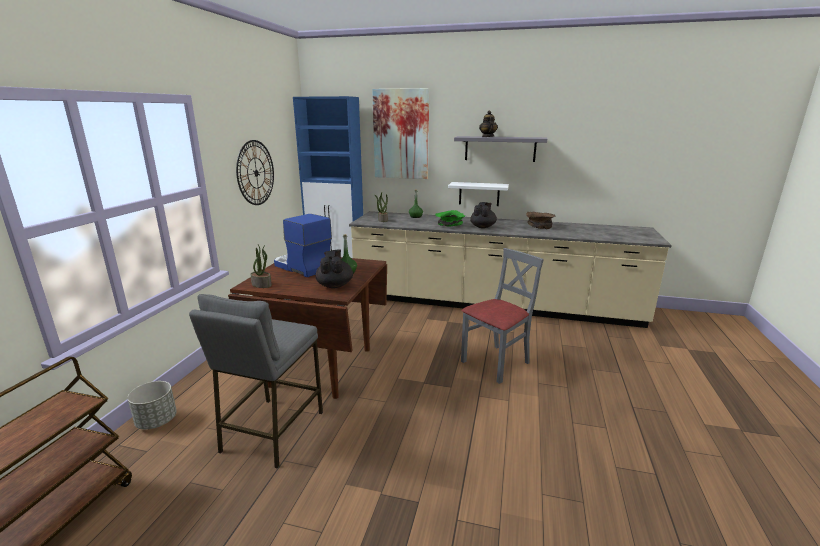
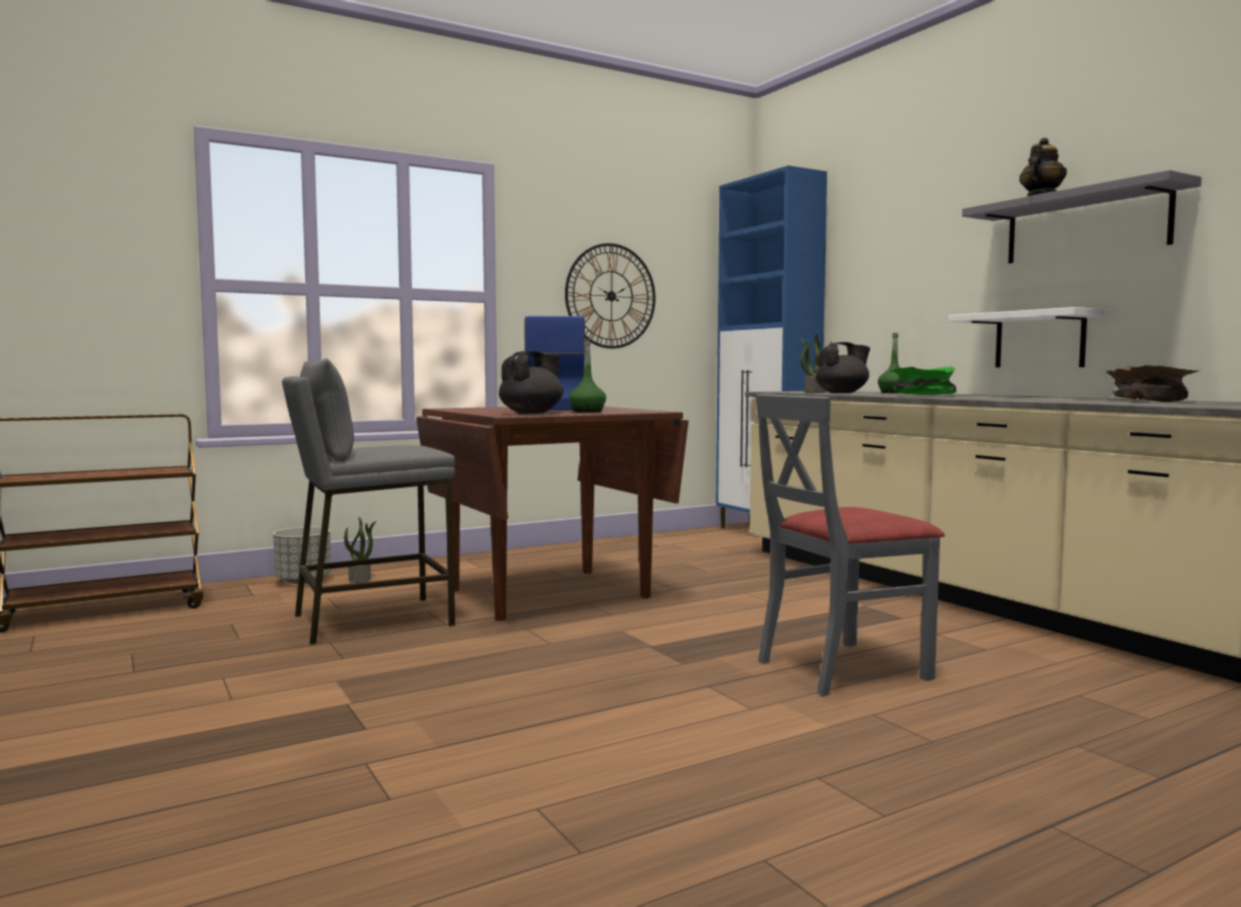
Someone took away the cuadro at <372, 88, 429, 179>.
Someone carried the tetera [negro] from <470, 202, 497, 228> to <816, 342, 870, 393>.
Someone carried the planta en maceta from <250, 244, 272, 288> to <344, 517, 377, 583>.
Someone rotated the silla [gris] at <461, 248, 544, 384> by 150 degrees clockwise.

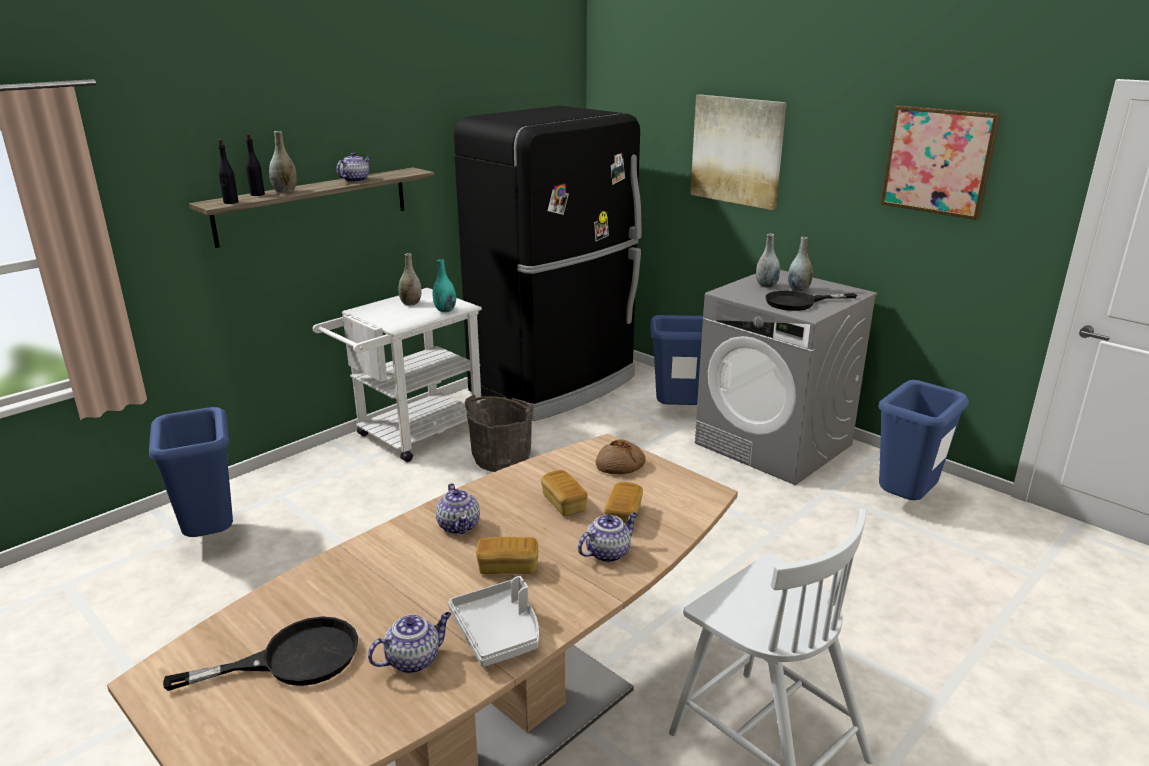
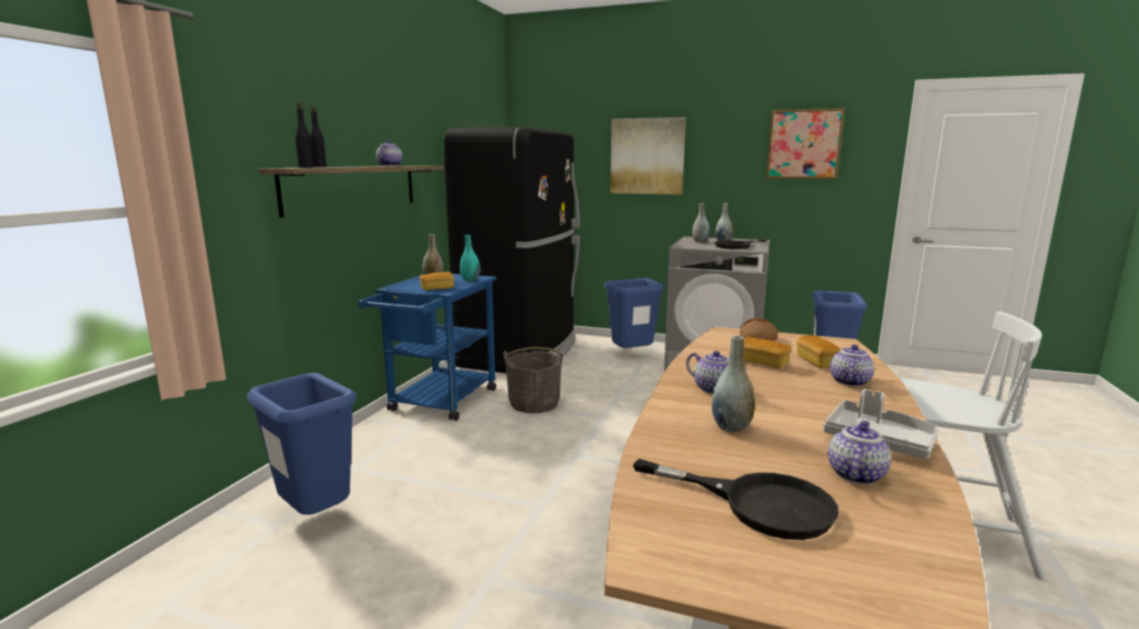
Someone carried the florero [gris] from <269, 131, 297, 193> to <712, 336, 755, 432>.
Someone repainted the carrito [blanco] at <313, 288, 482, 462>, which became the carrito [azul] at <359, 274, 497, 421>.
Someone carried the pan from <476, 537, 538, 574> to <420, 272, 454, 290>.
Someone rotated the sartén [negro] at <163, 616, 358, 691> by 75 degrees clockwise.

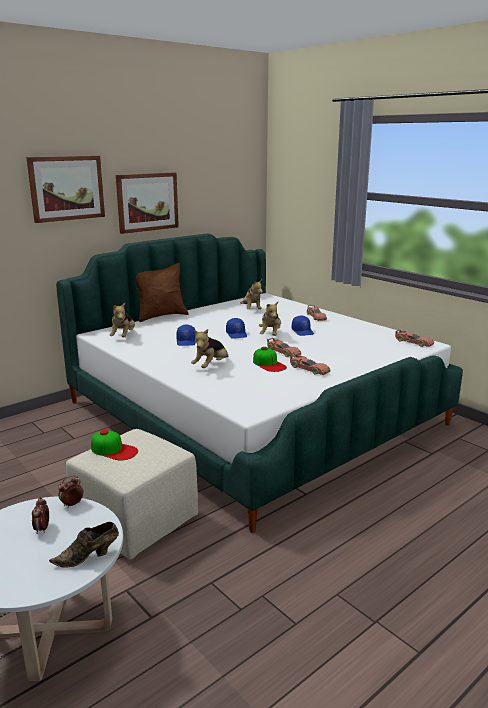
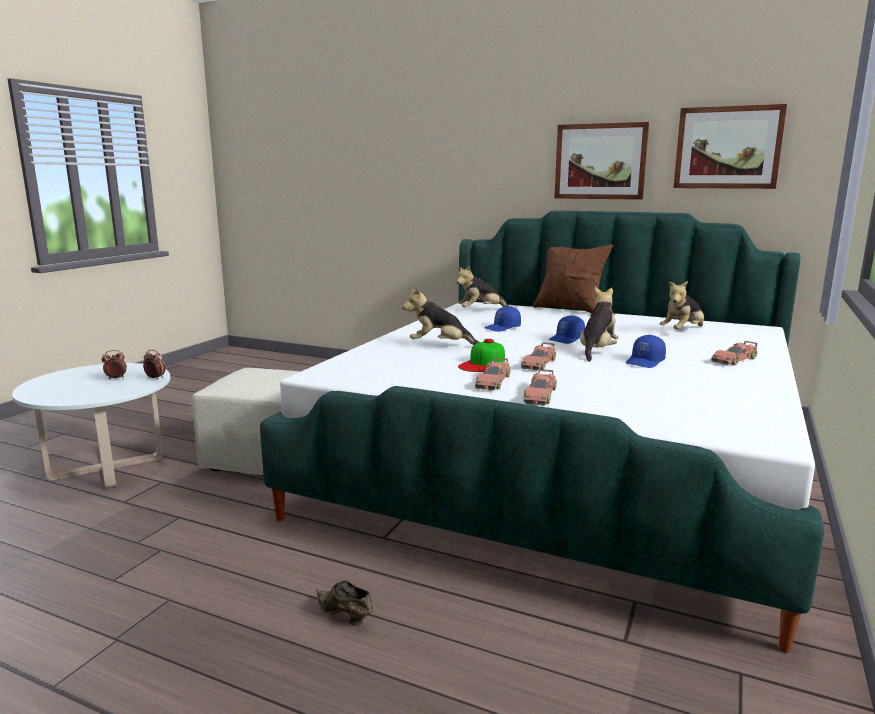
Someone carried the cuadro from <26, 156, 105, 223> to <674, 104, 787, 189>.
Someone rotated the peluche at <259, 302, 281, 336> by 135 degrees clockwise.
Someone carried the coche de juguete from <395, 330, 434, 347> to <524, 369, 557, 406>.
Someone took away the gorra at <91, 430, 138, 461>.
Someone carried the zapato [marrón] from <49, 522, 119, 568> to <316, 580, 373, 626>.

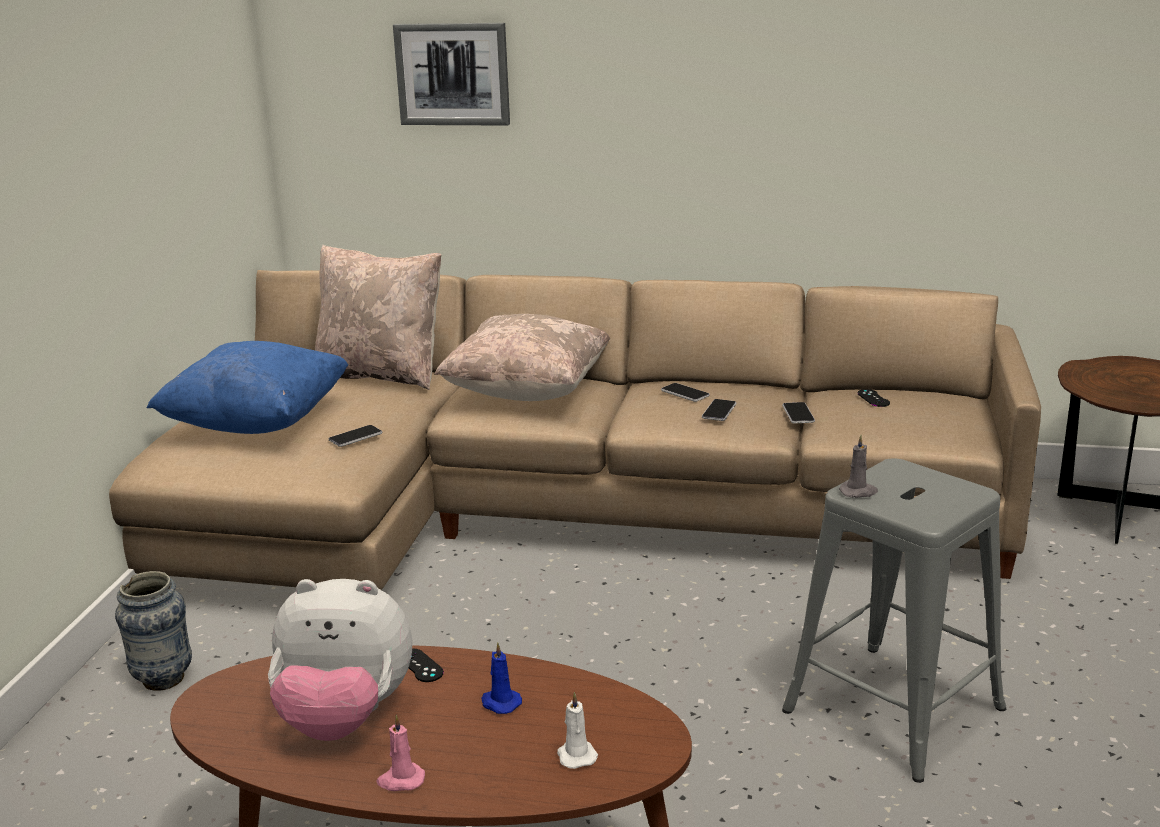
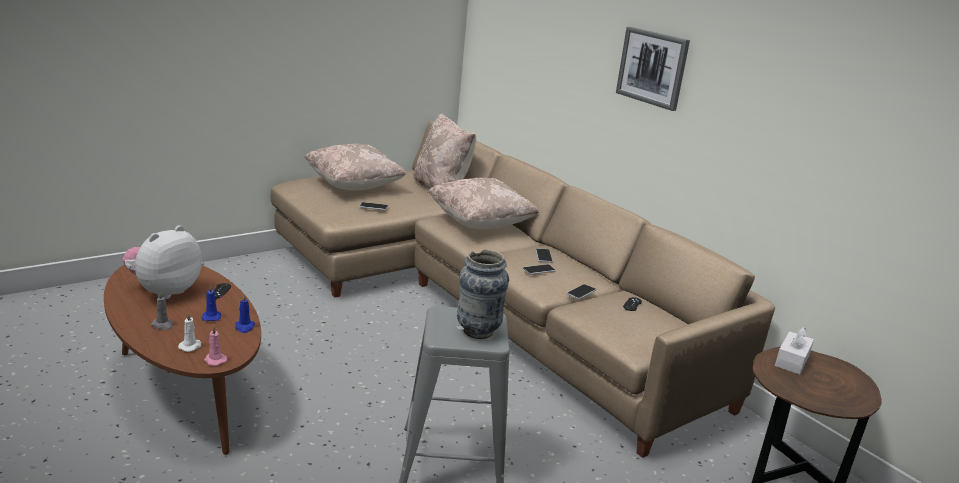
Someone carried the cuadro from <393, 23, 510, 125> to <616, 27, 690, 111>.
Someone repainted the cojín [azul] at <147, 341, 348, 434>, which became the cojín [beis] at <304, 144, 406, 190>.
Someone carried the vela [gris] from <839, 435, 878, 498> to <151, 292, 173, 330>.
Someone carried the florero from <115, 571, 192, 691> to <457, 250, 509, 339>.
Someone rotated the peluche at <268, 579, 412, 741> by 75 degrees clockwise.
Someone carried the vela [rosa] from <376, 715, 425, 791> to <204, 326, 227, 366>.
Someone put down the vela [azul] at <235, 294, 255, 333>.
Someone put down the caja de pañuelos [blanco] at <775, 327, 814, 375>.

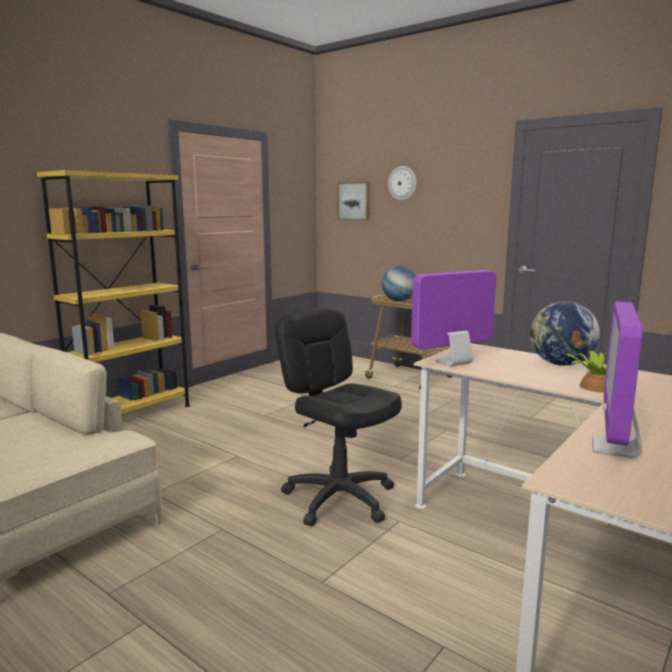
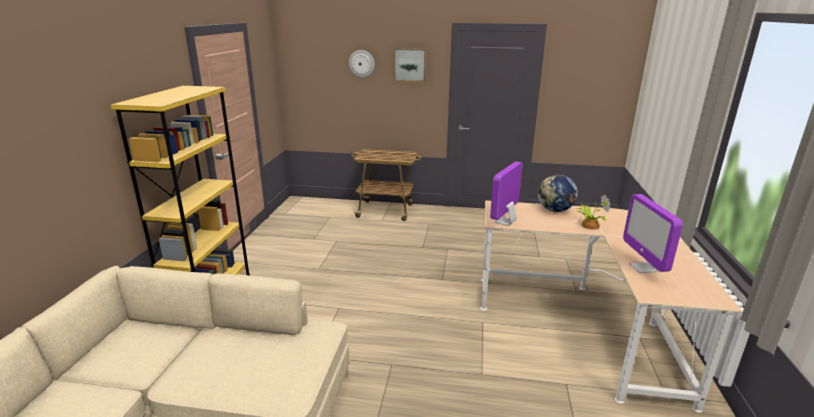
Someone carried the cuadro from <338, 182, 370, 220> to <394, 48, 426, 82>.
Someone took away the globo terráqueo at <382, 266, 416, 301>.
Someone took away the silla de oficina [negro] at <275, 308, 402, 526>.

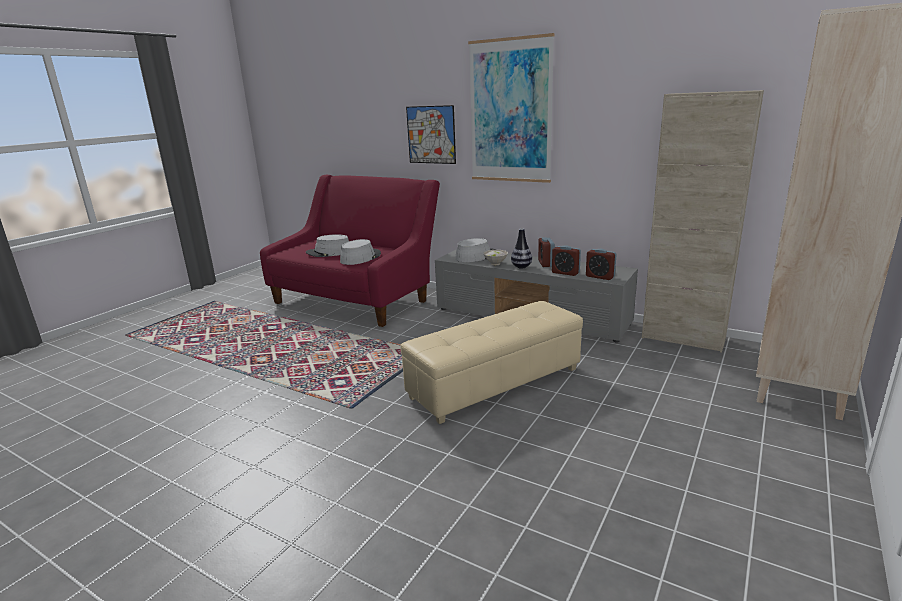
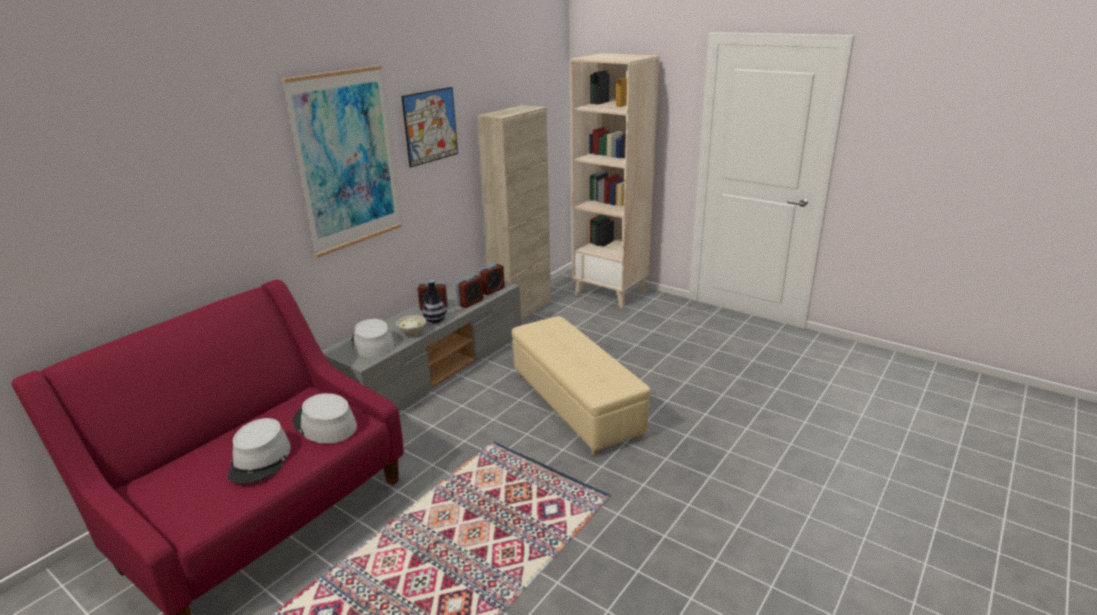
Someone carried the cuadro from <406, 105, 456, 164> to <401, 87, 458, 168>.

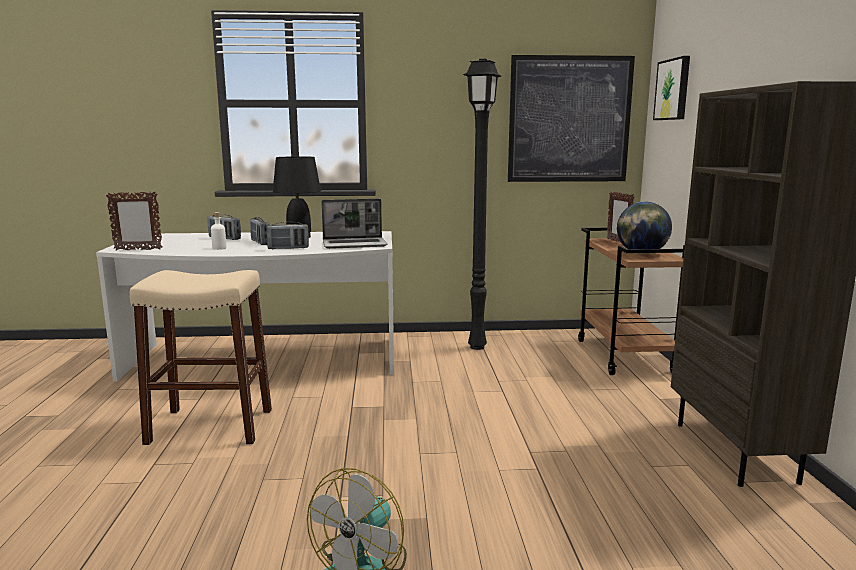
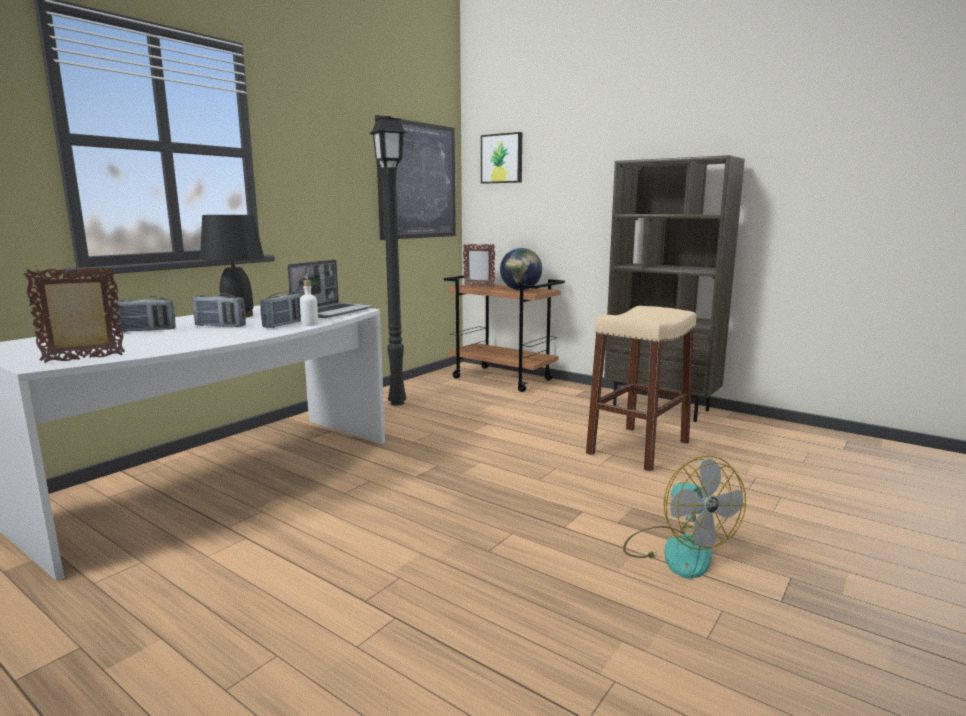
Someone rotated the portarretratos at <106, 192, 163, 251> by 150 degrees counterclockwise.
Someone carried the botella [blanco] from <211, 212, 226, 250> to <300, 280, 318, 326>.
Someone carried the taburete [beis] from <130, 270, 272, 445> to <586, 306, 696, 472>.

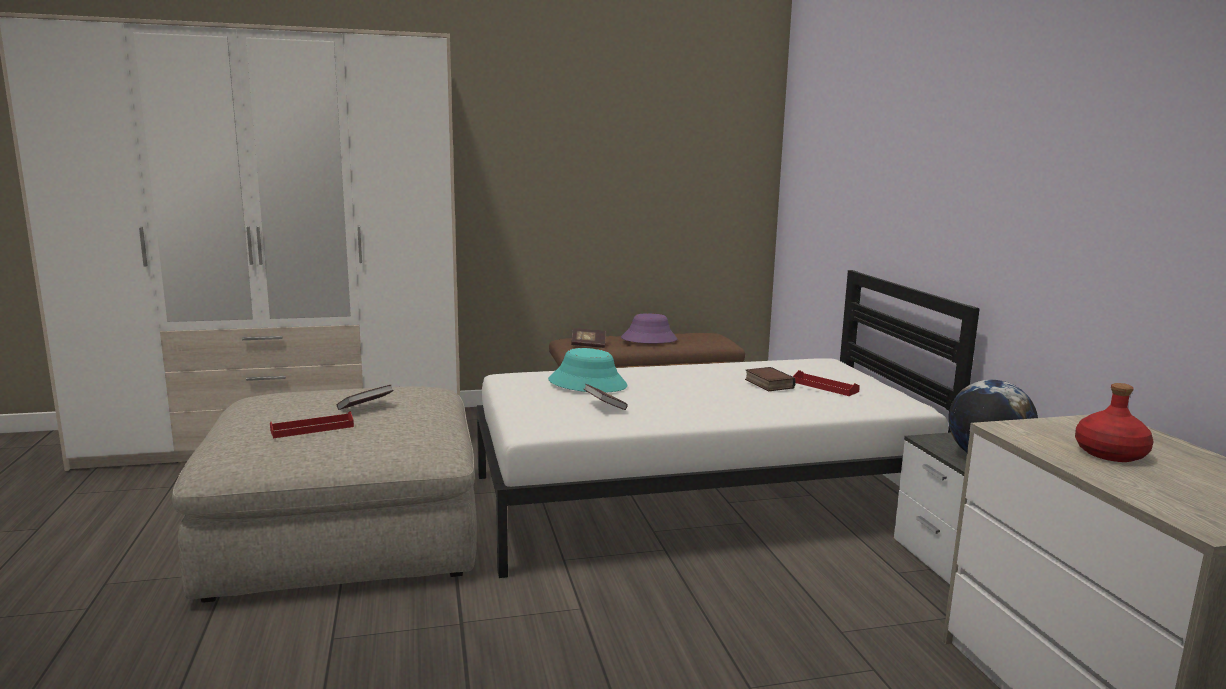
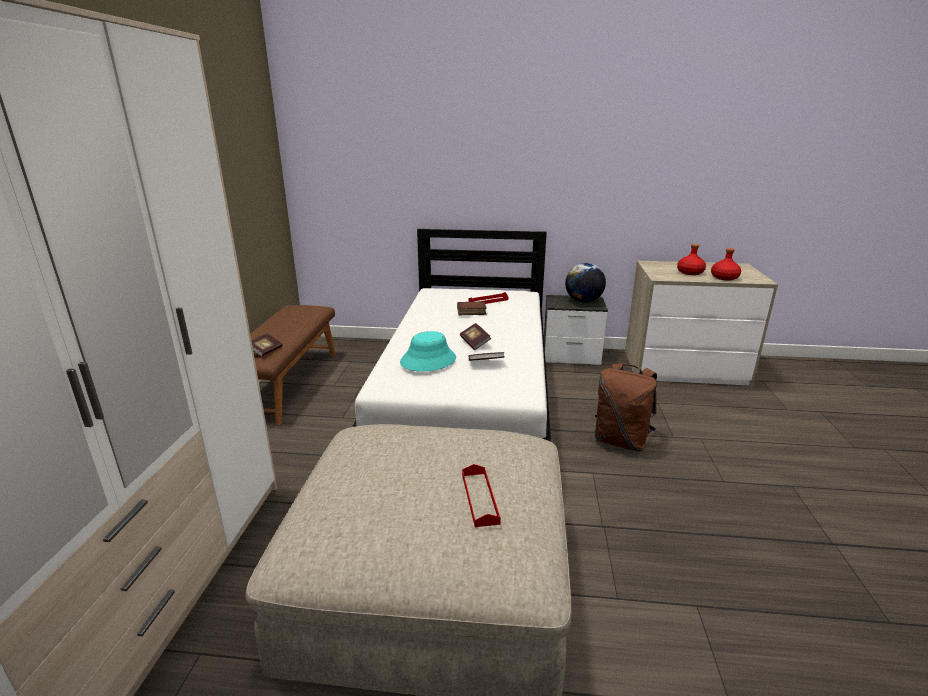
Someone took away the sombrero [morado] at <621, 313, 677, 343>.
Someone carried the libro from <337, 385, 393, 410> to <460, 323, 491, 350>.
Someone put down the botella [rojo] at <711, 248, 741, 281>.
Someone put down the mochila [marrón] at <595, 363, 657, 451>.

